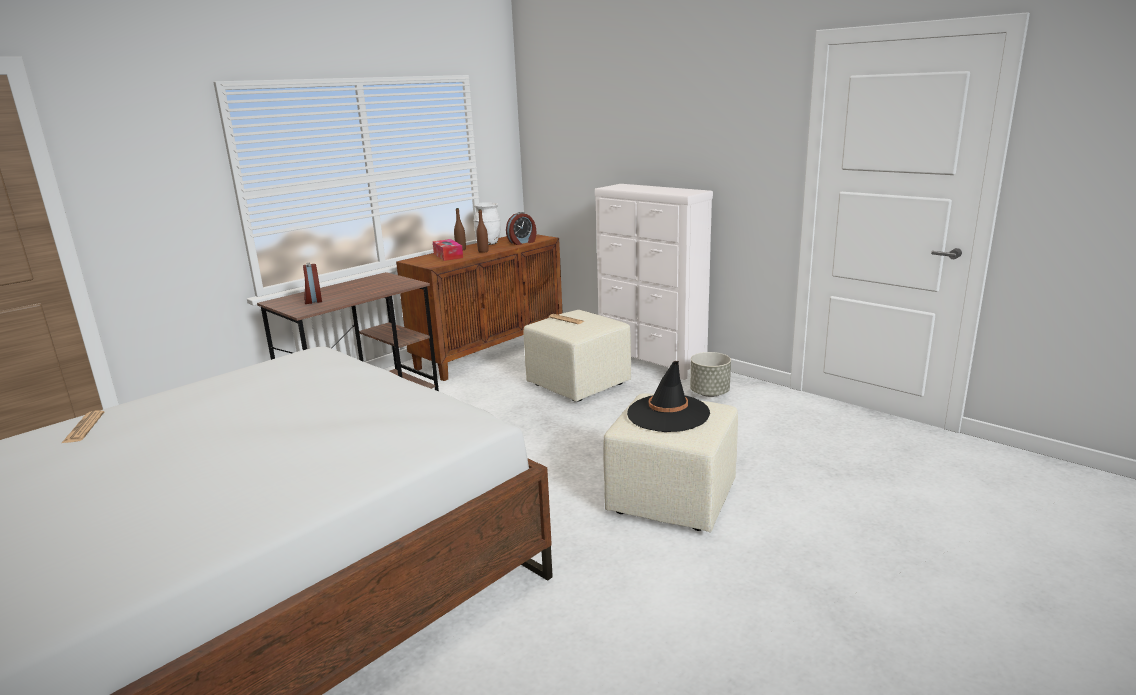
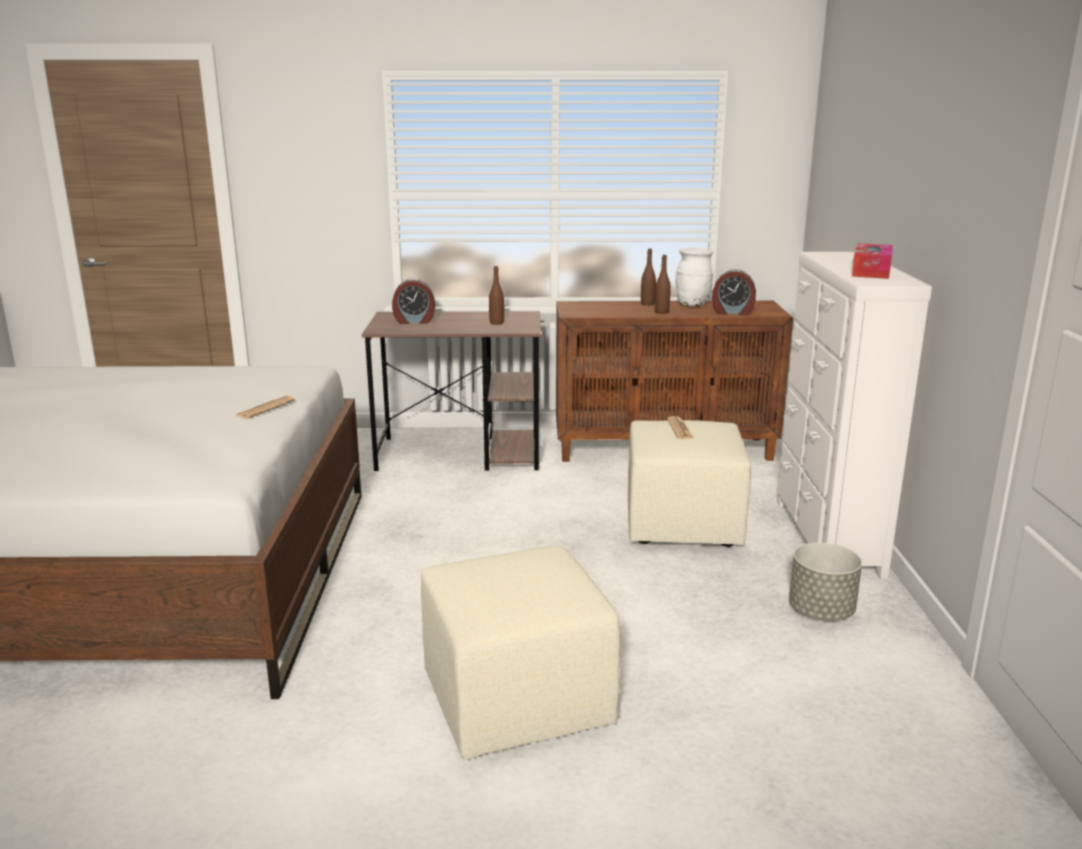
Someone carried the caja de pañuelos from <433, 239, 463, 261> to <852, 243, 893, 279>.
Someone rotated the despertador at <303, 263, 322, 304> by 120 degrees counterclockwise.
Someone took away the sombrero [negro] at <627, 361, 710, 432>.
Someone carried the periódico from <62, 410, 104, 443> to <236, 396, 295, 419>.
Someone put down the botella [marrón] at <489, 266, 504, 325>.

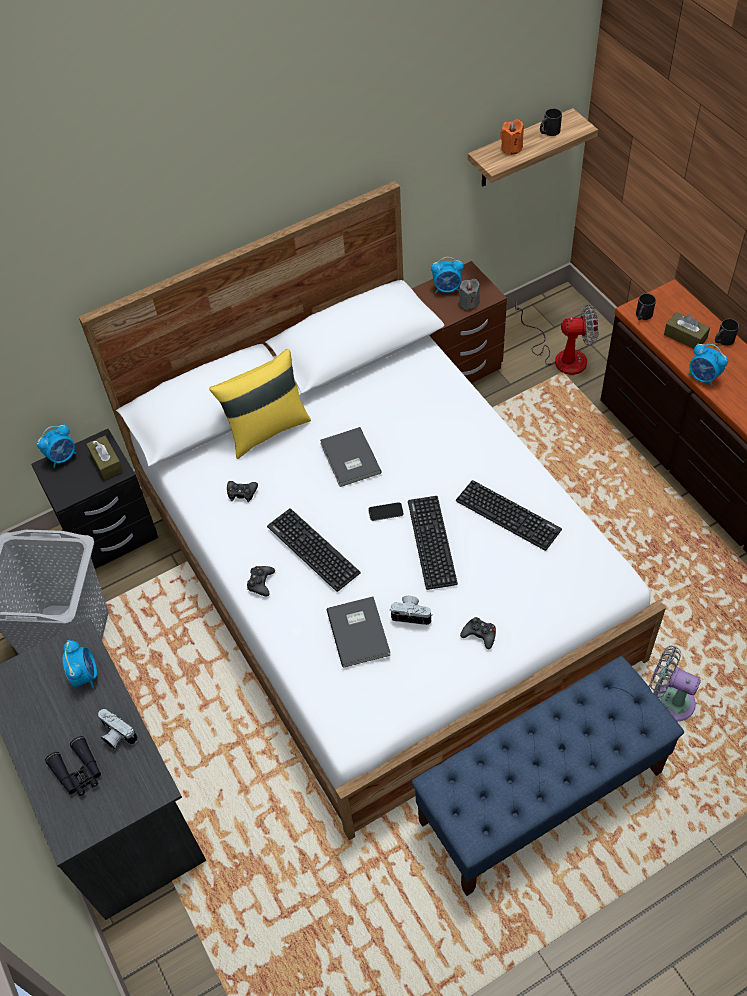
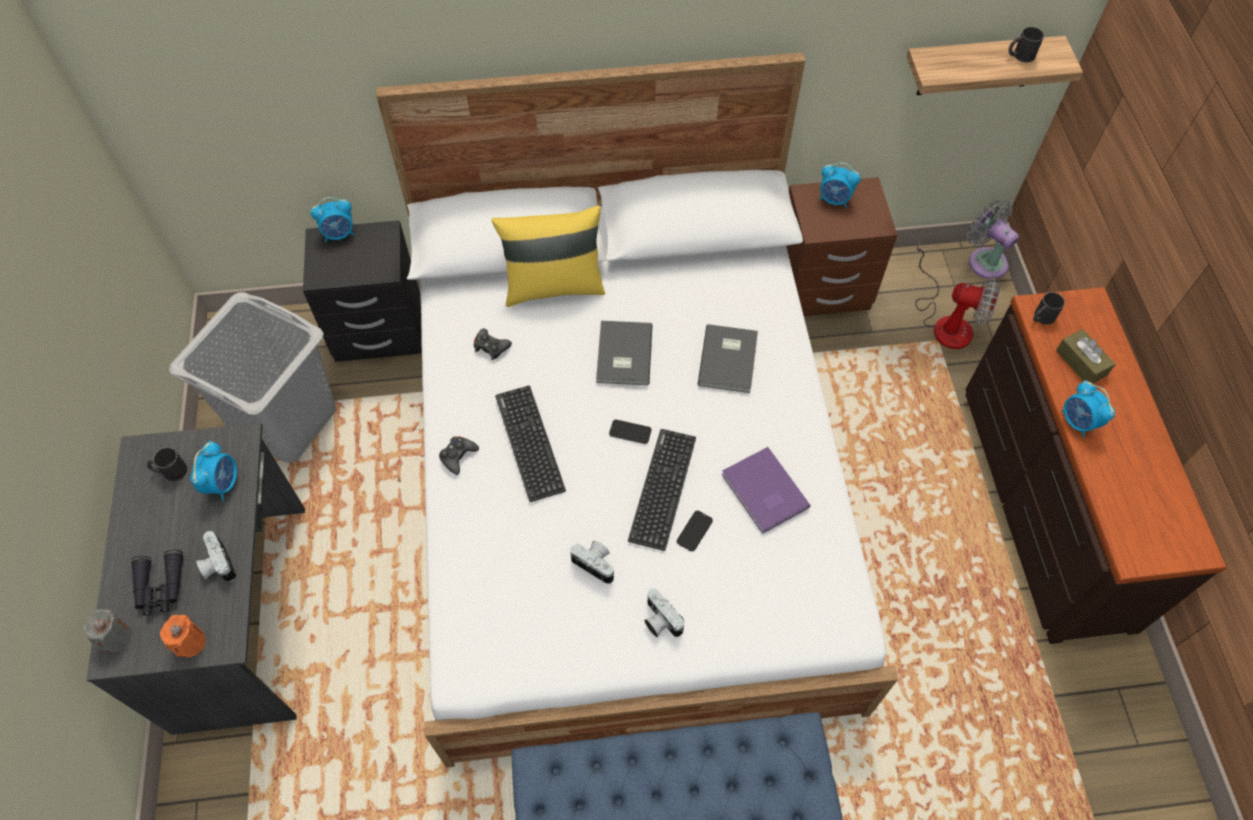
Someone carried the vela [naranja] from <500, 119, 524, 155> to <160, 615, 206, 658>.
Someone carried the vela [gris] from <458, 279, 480, 311> to <83, 609, 132, 652>.
Someone carried the taza grande [negro] from <715, 319, 739, 346> to <147, 447, 188, 481>.
Someone took away the caja de pañuelos [marrón] at <86, 436, 123, 480>.
Someone swapped the teclado at <456, 480, 562, 551> for the libro [morado] at <722, 447, 811, 534>.
Someone carried the libro [gris] from <327, 596, 390, 668> to <698, 324, 758, 393>.
Someone swapped the mando de consola [negro] at <460, 617, 496, 649> for the cámara at <645, 588, 684, 637>.
Someone carried the ventilador [gris] from <649, 646, 701, 721> to <967, 199, 1019, 279>.
Someone put down the móvil at <676, 510, 713, 552>.

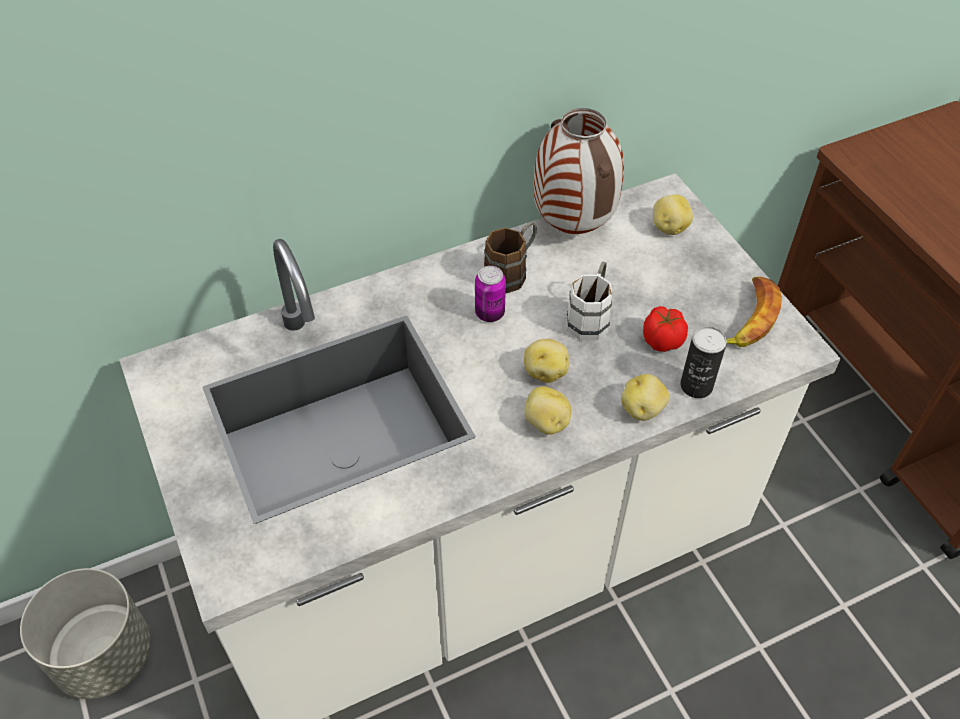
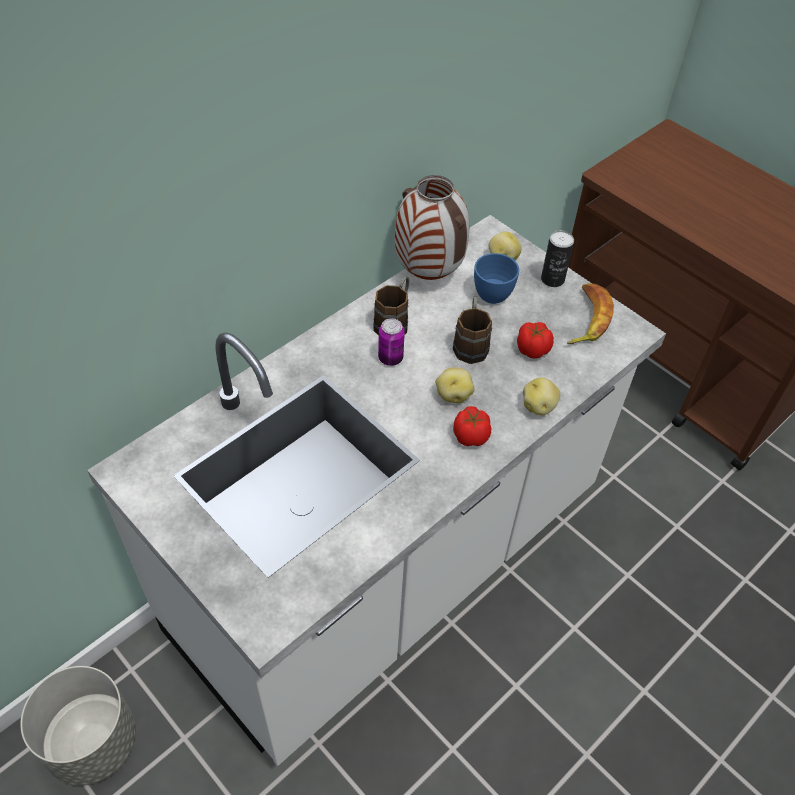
Someone repainted the taza grande [blanco] at <566, 261, 612, 341>, which became the taza grande [marrón] at <453, 297, 492, 364>.
Someone carried the lata from <680, 326, 727, 398> to <541, 230, 574, 287>.
Someone swapped the patata at <524, 386, 571, 435> for the tomate at <453, 406, 491, 446>.
Someone put down the taza [azul] at <474, 253, 519, 304>.

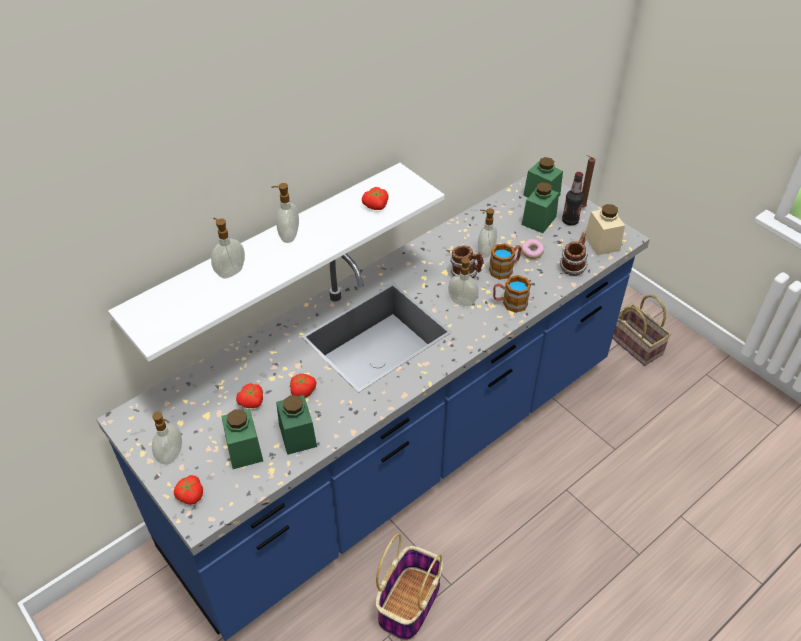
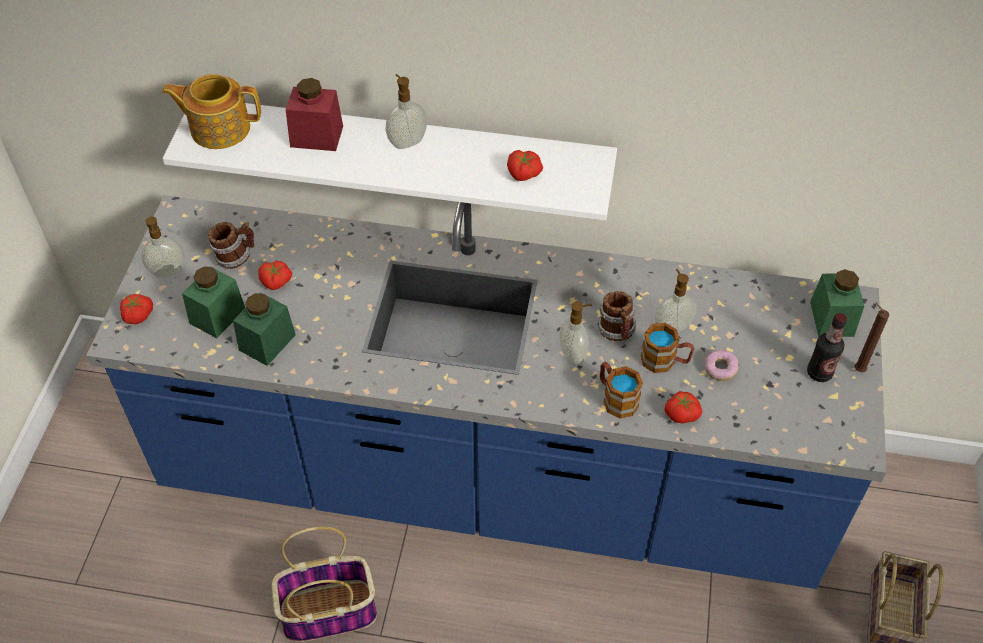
Someone took away the tarro [verde] at <522, 182, 559, 233>.
Someone took away the tarro [beis] at <585, 204, 625, 255>.
Someone swapped the dispensador de jabón at <211, 218, 245, 278> for the tarro [rojo] at <286, 78, 343, 151>.
Someone carried the taza grande from <560, 233, 588, 276> to <208, 222, 254, 269>.
Someone carried the tomate from <290, 374, 317, 398> to <665, 391, 702, 424>.
Someone put down the tetera at <162, 74, 261, 149>.

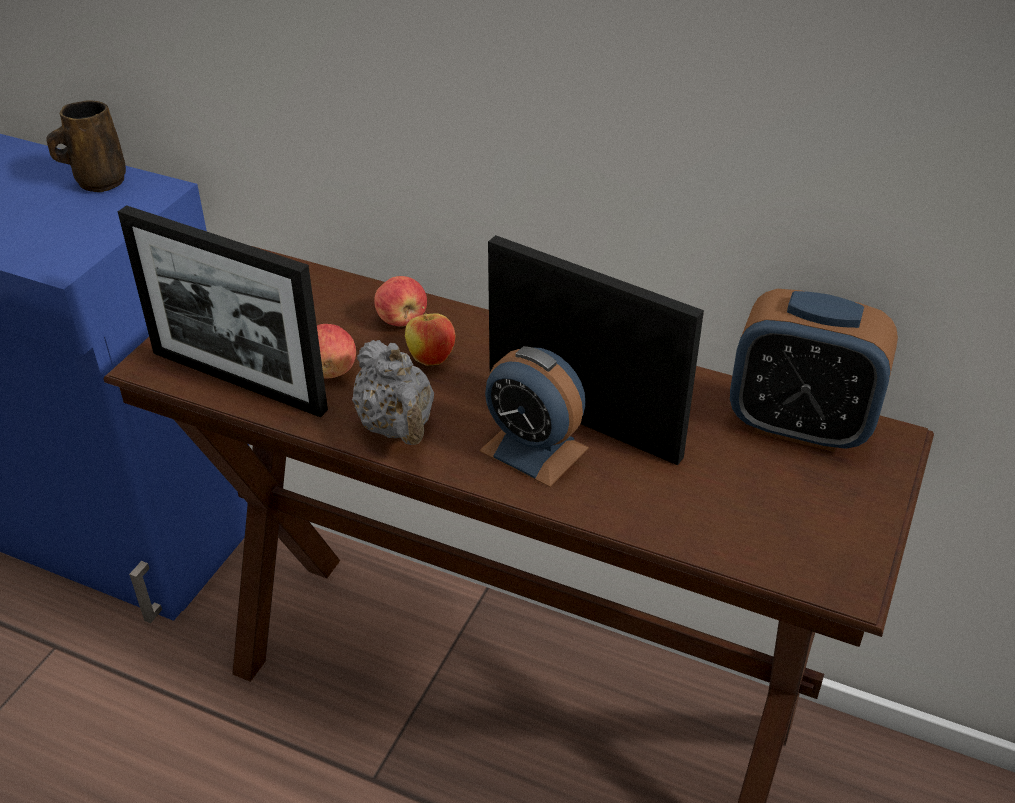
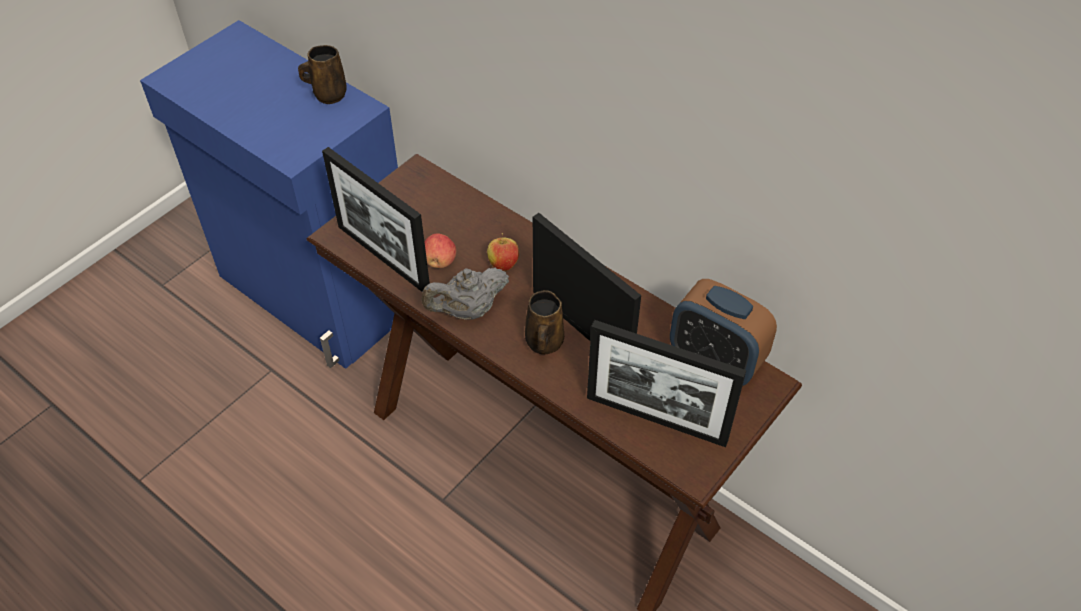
Someone took away the manzana at <374, 276, 427, 327>.
Someone rotated the tetera [gris] at <352, 340, 434, 445> by 75 degrees clockwise.
Someone swapped the despertador at <479, 346, 589, 487> for the taza grande [marrón] at <525, 290, 564, 354>.
Someone put down the portarretratos at <587, 320, 746, 447>.

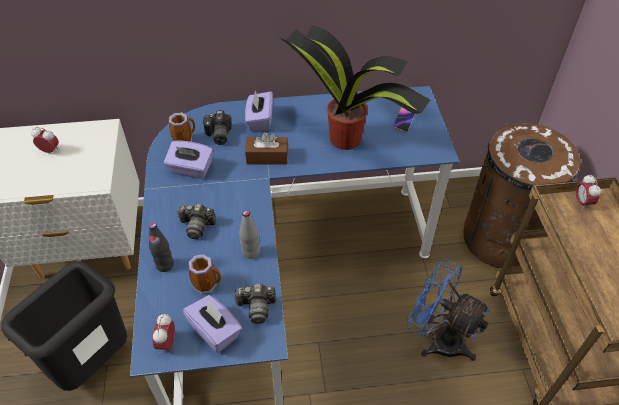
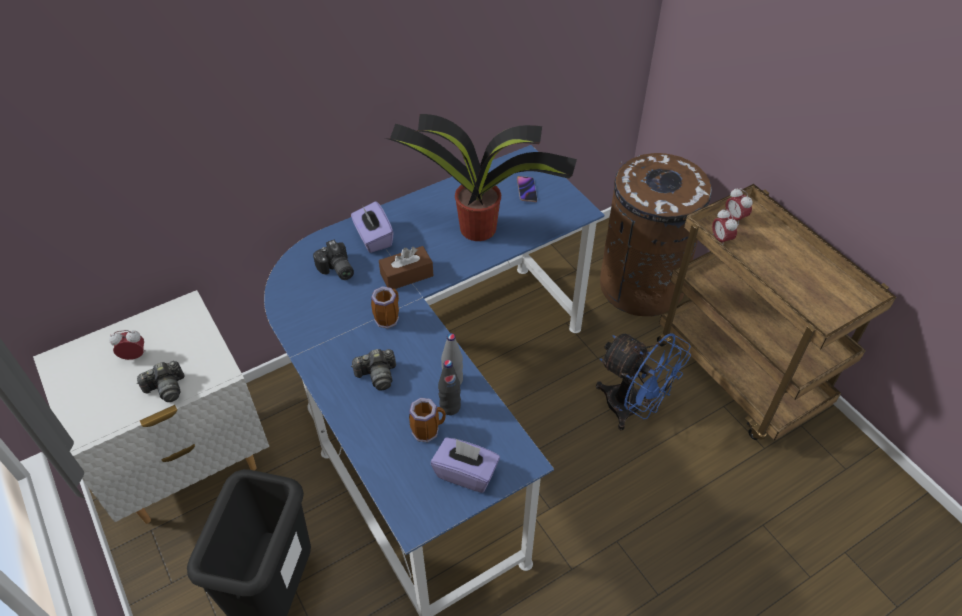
Someone carried the taza grande from <169, 113, 195, 142> to <371, 286, 399, 329>.
Someone took away the caja de pañuelos [morado] at <164, 140, 213, 179>.
Someone carried the botella [negro] from <149, 223, 174, 272> to <438, 360, 461, 415>.
Someone rotated the ventilador [azul] at <407, 259, 491, 361> by 150 degrees counterclockwise.
Someone carried the cámara from <233, 284, 276, 324> to <136, 361, 185, 402>.
Someone carried the despertador from <152, 314, 175, 353> to <712, 209, 738, 244>.

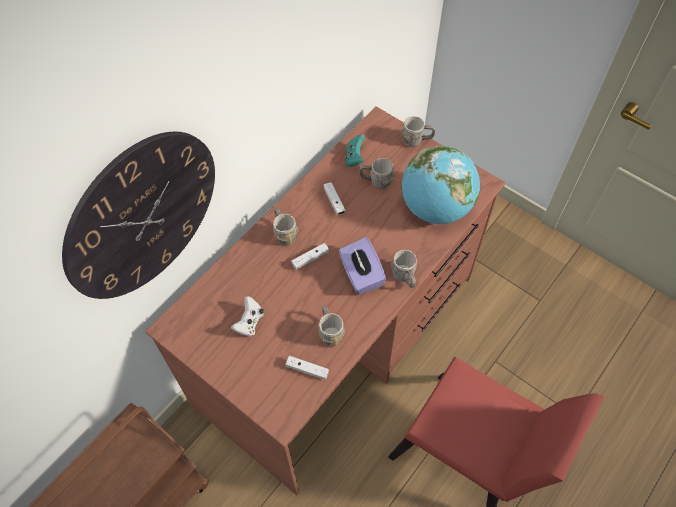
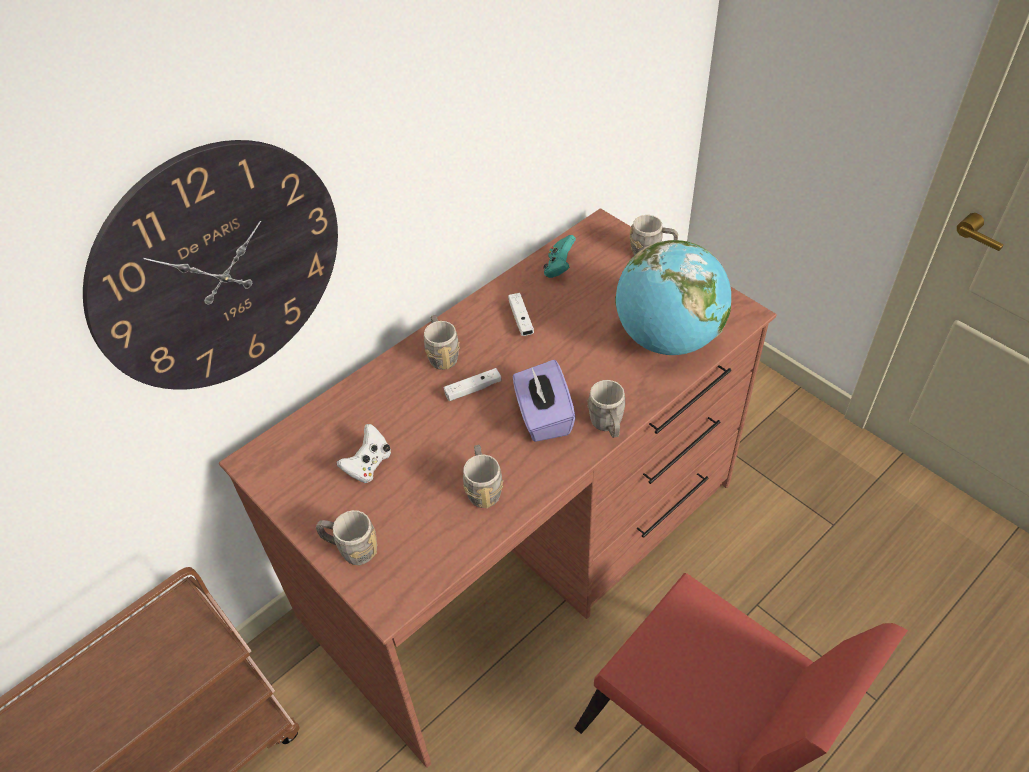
Someone carried the taza grande [gris] from <360, 158, 394, 190> to <316, 510, 377, 565>.
Someone took away the mando de consola [blanco] at <286, 356, 329, 380>.

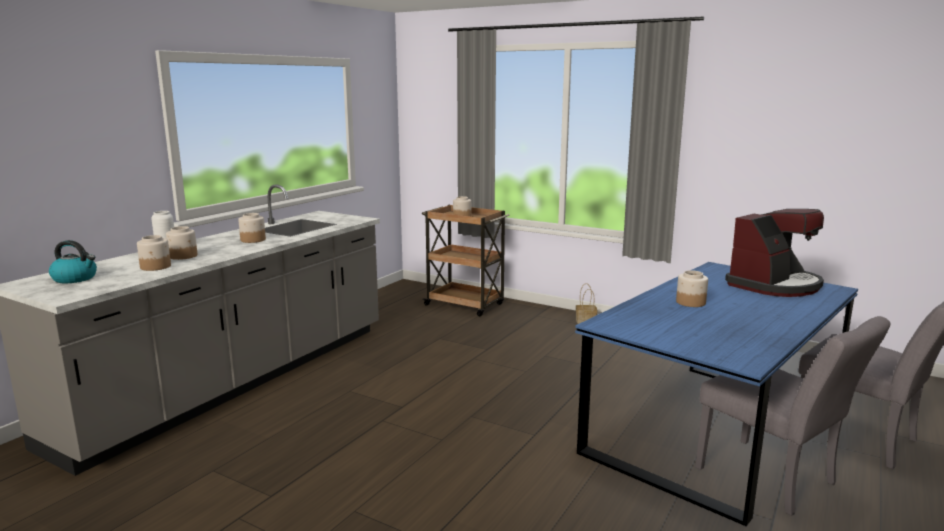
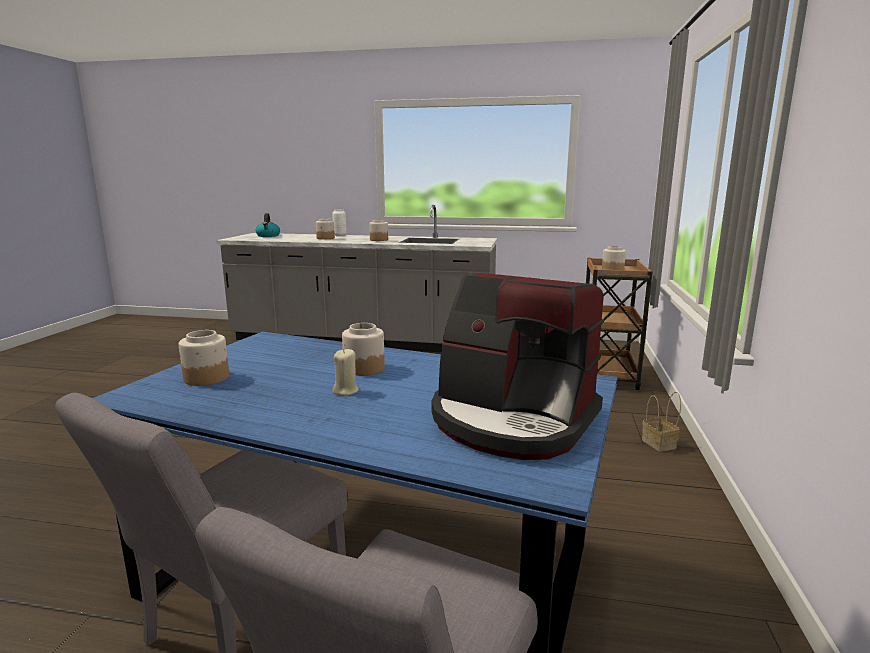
Someone carried the tarro from <137, 235, 171, 271> to <179, 330, 229, 386>.
Someone put down the vela [beis] at <332, 349, 359, 396>.

